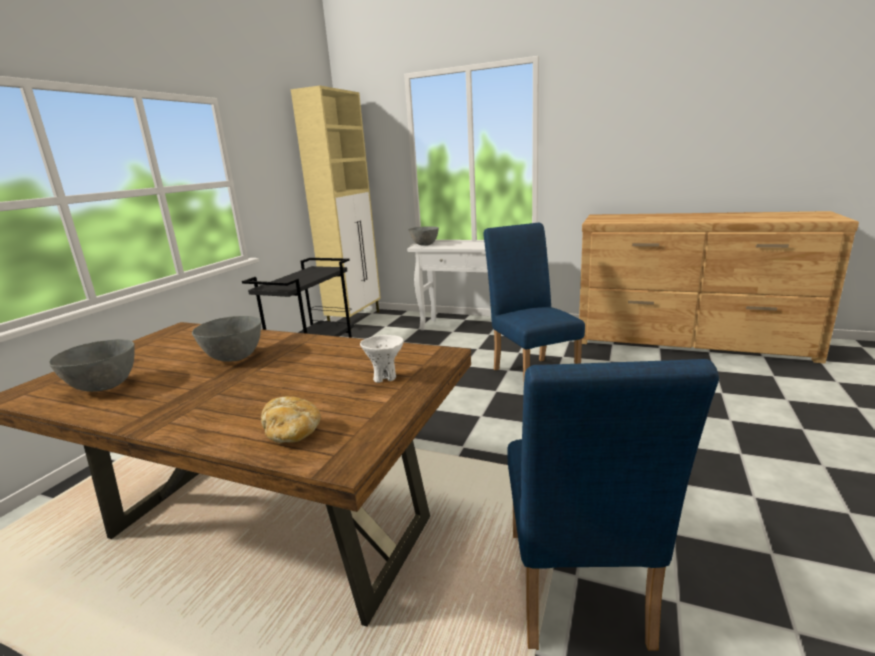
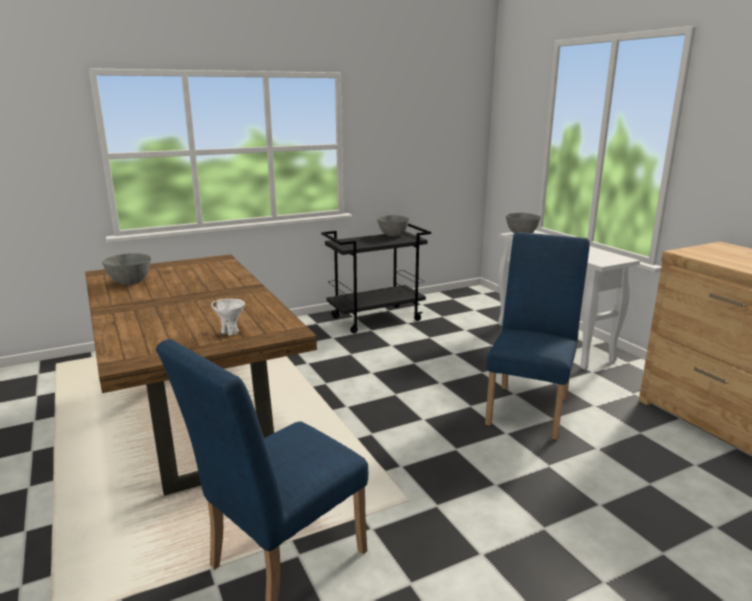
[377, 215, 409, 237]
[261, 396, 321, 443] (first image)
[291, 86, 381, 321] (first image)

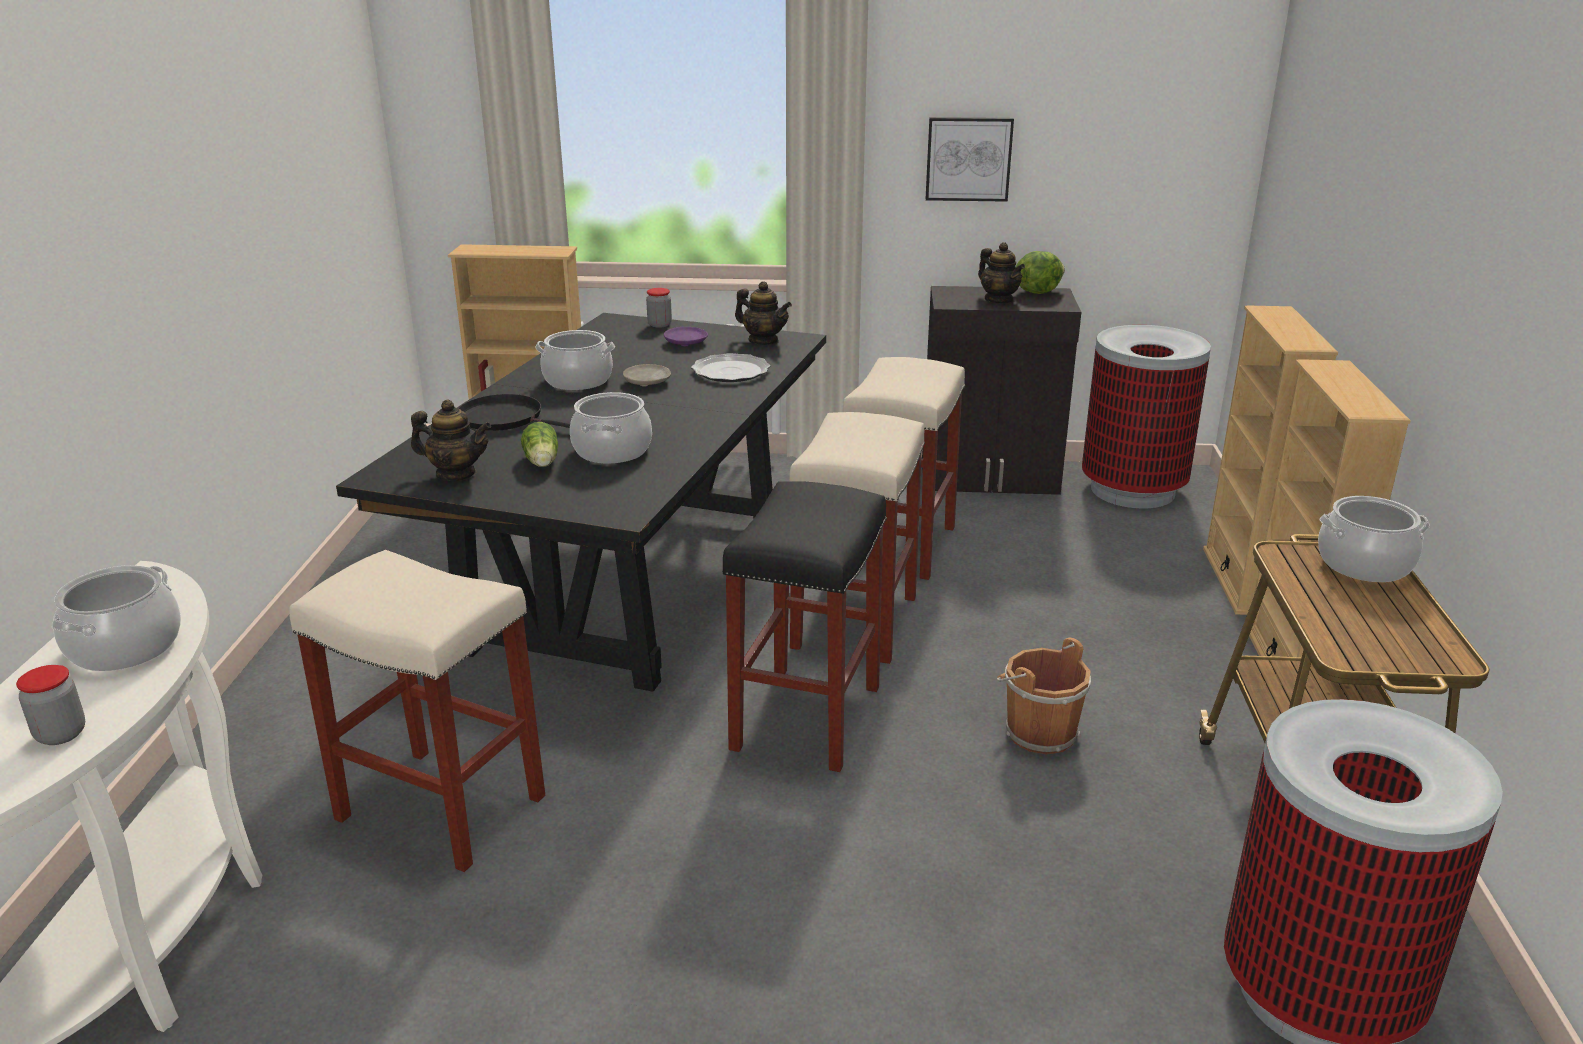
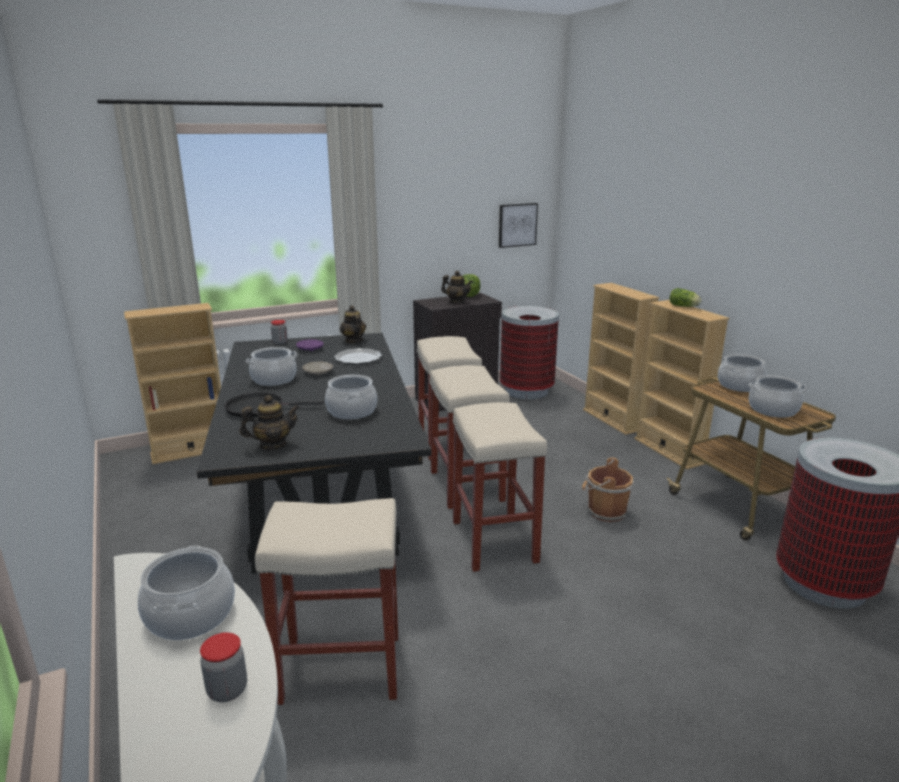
[340, 305, 366, 343]
[452, 402, 547, 572]
[499, 203, 538, 248]
[669, 288, 702, 307]
[749, 375, 807, 418]

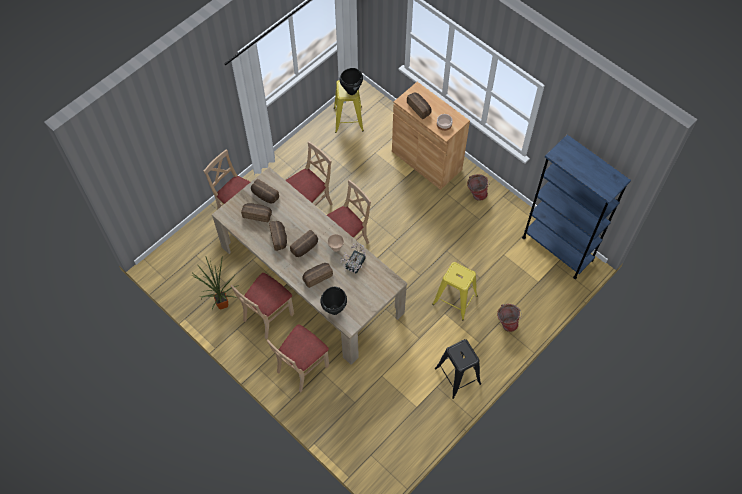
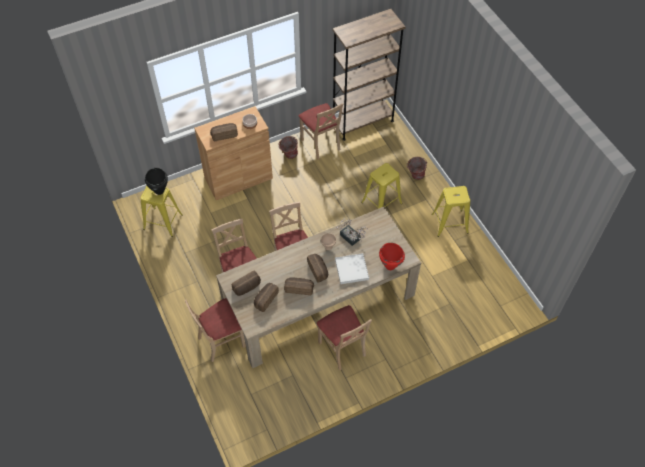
[299, 103, 343, 160]
[333, 9, 406, 141]
[335, 253, 369, 284]
[379, 243, 405, 270]
[432, 186, 470, 237]
[192, 256, 239, 310] (first image)

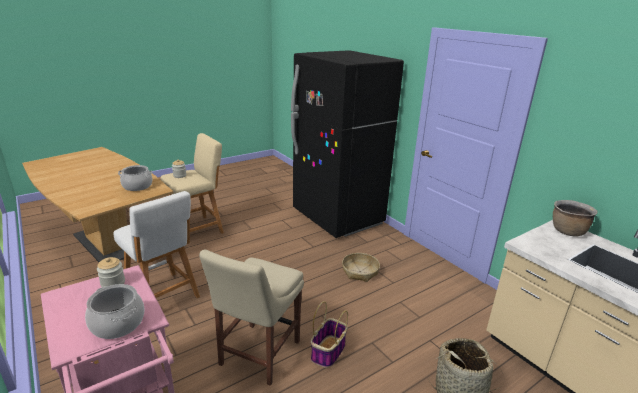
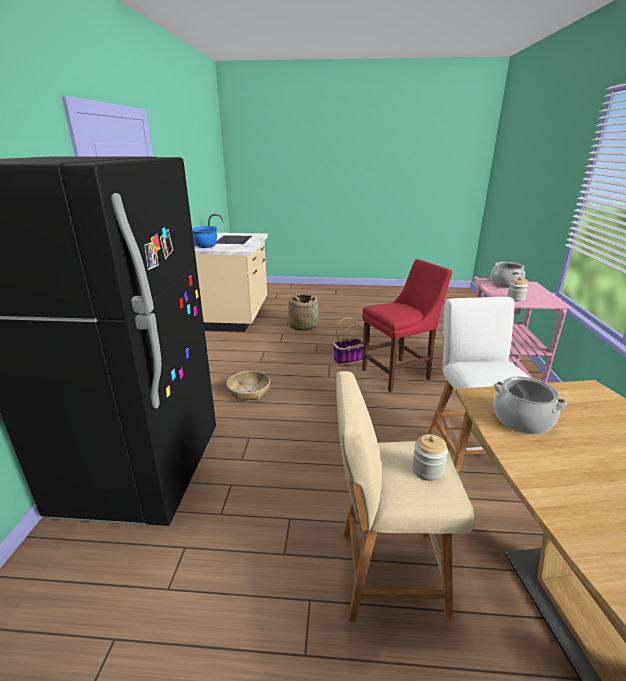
[192, 226, 217, 248]
[362, 259, 452, 392]

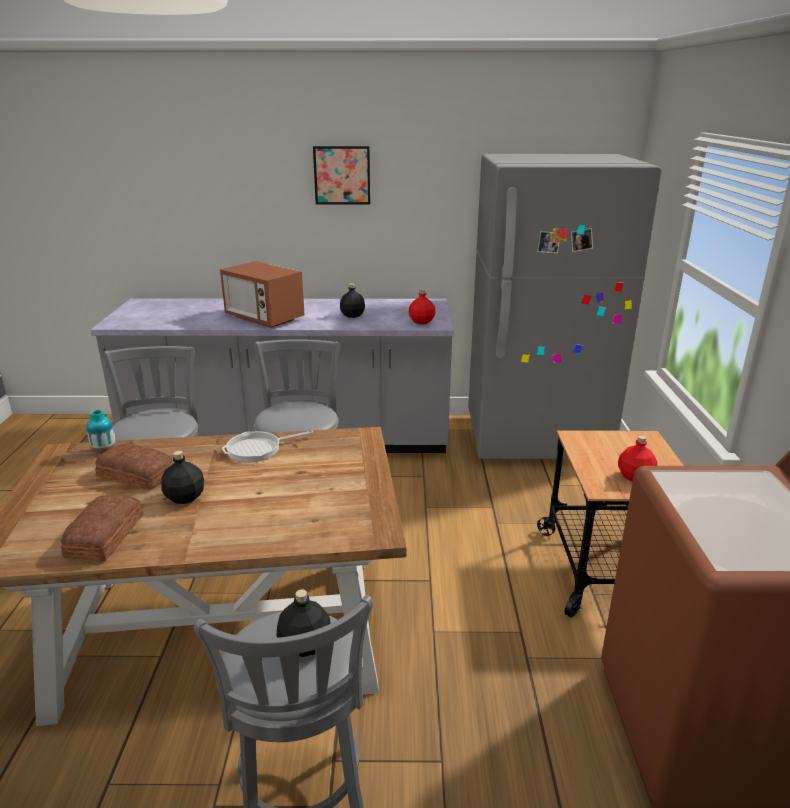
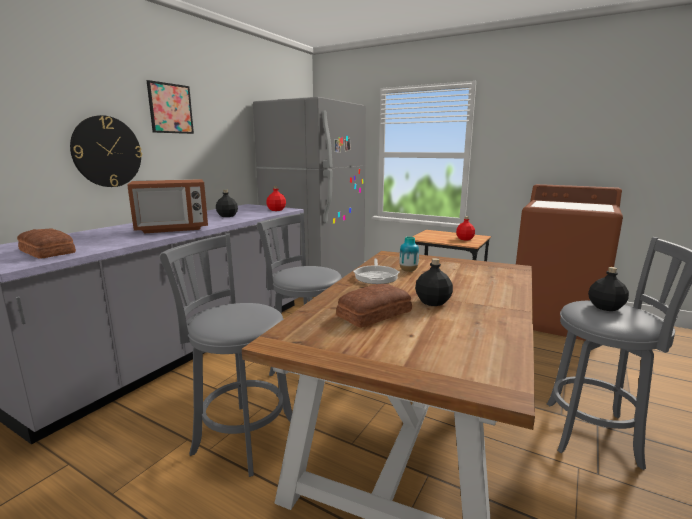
[17, 229, 76, 259]
[70, 115, 142, 187]
[399, 236, 419, 272]

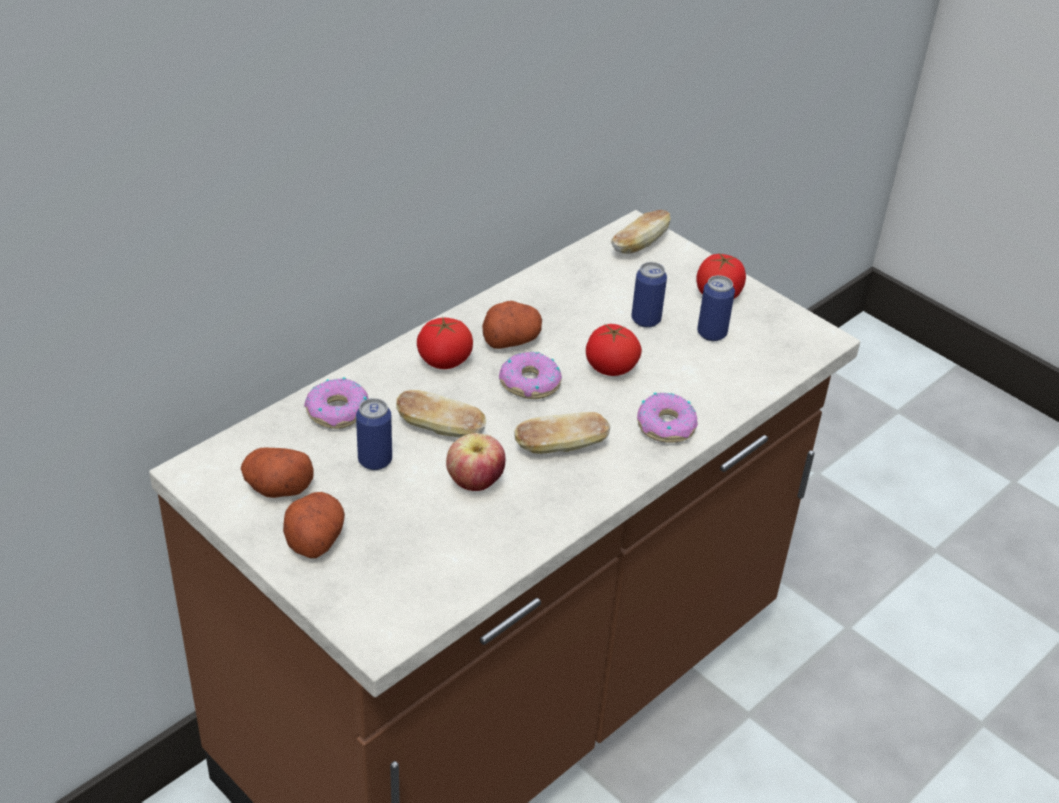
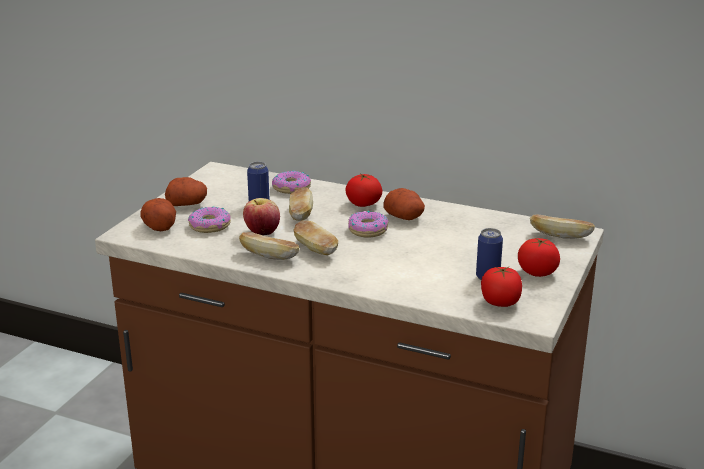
[140, 198, 176, 231]
[188, 207, 231, 233]
[239, 232, 300, 260]
[481, 266, 522, 307]
[631, 262, 667, 328] (first image)

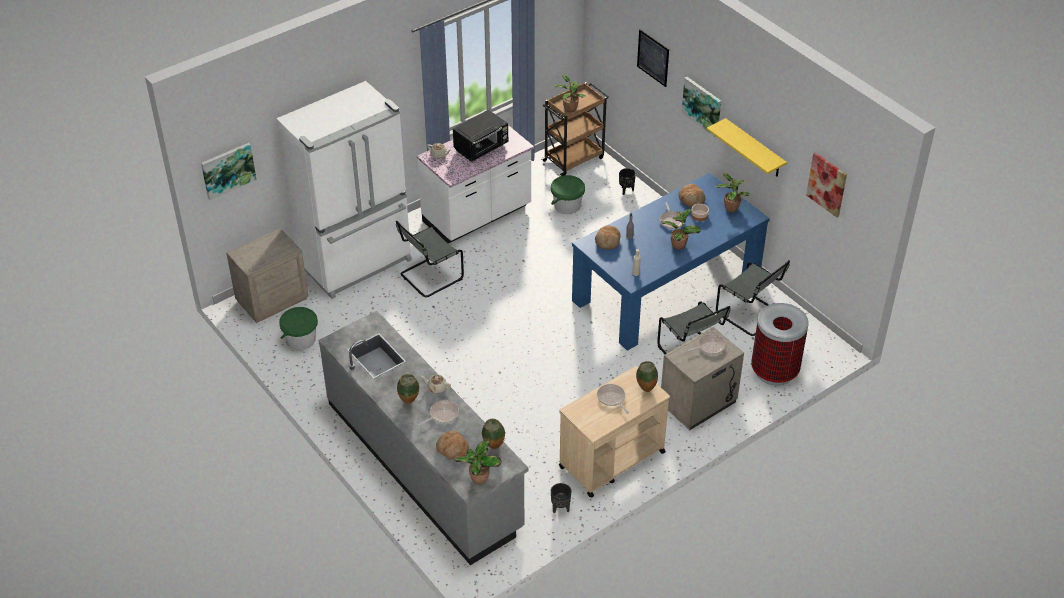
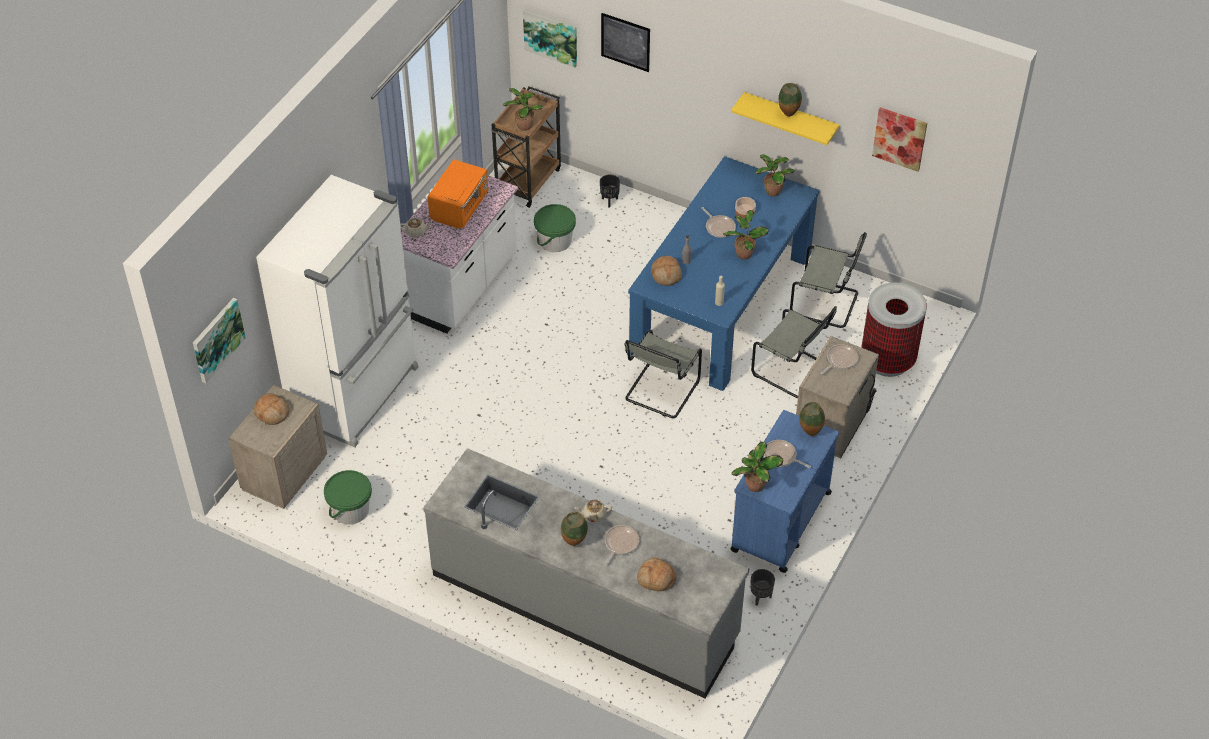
[254, 393, 290, 425]
[427, 159, 488, 229]
[523, 9, 577, 68]
[624, 330, 702, 418]
[731, 410, 839, 573]
[731, 442, 784, 492]
[778, 83, 802, 117]

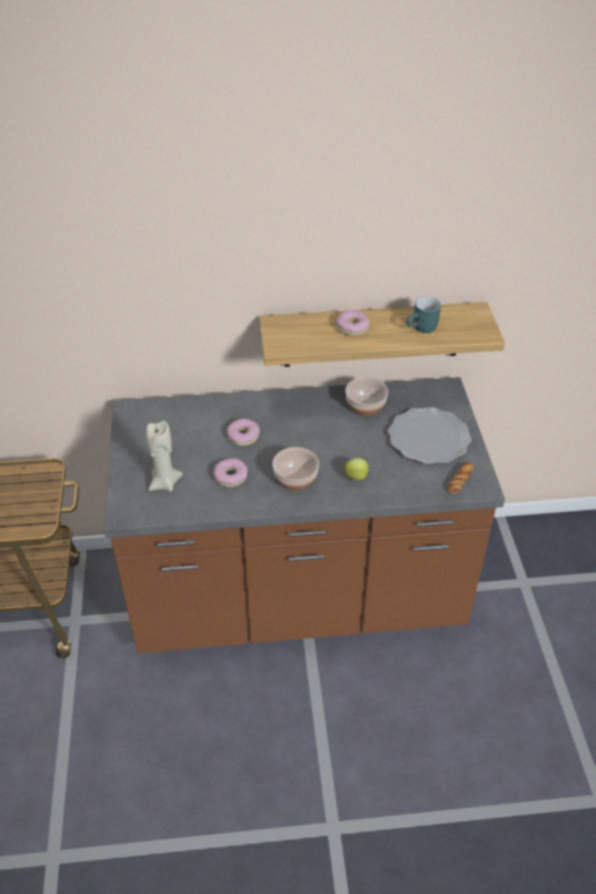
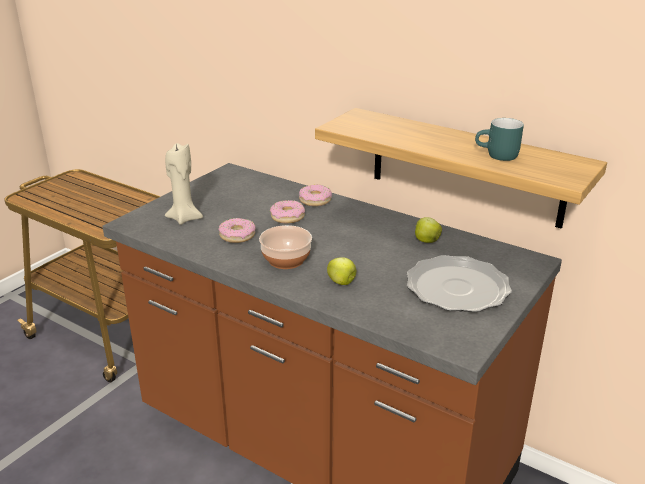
[299, 184, 332, 206]
[415, 217, 442, 243]
[447, 462, 474, 494] (first image)

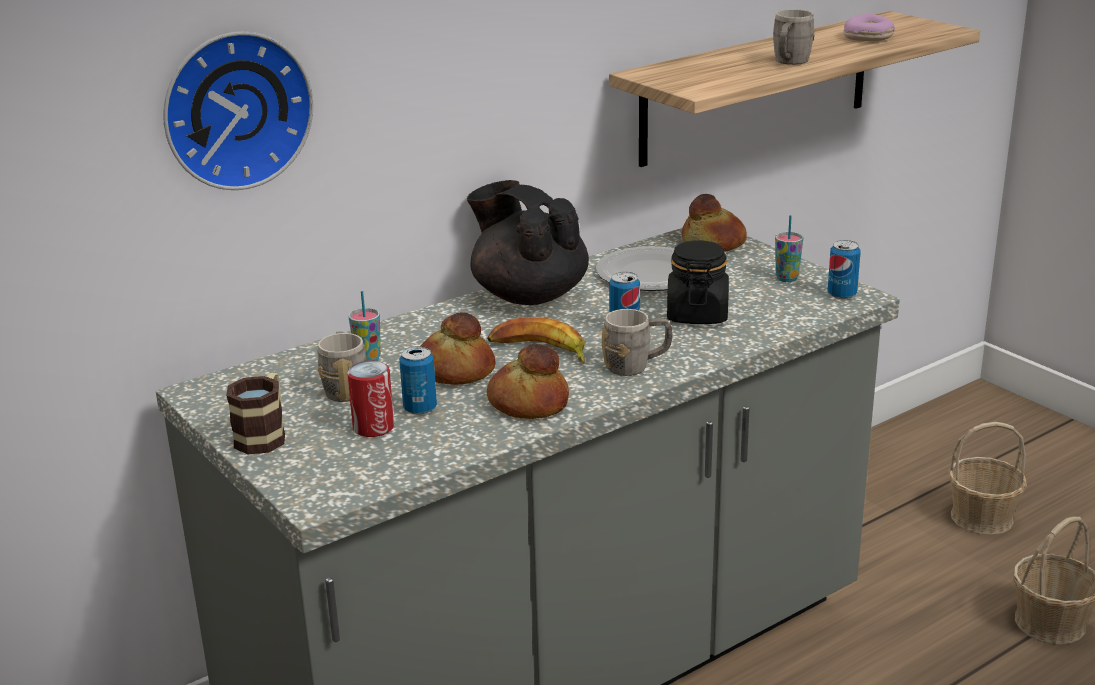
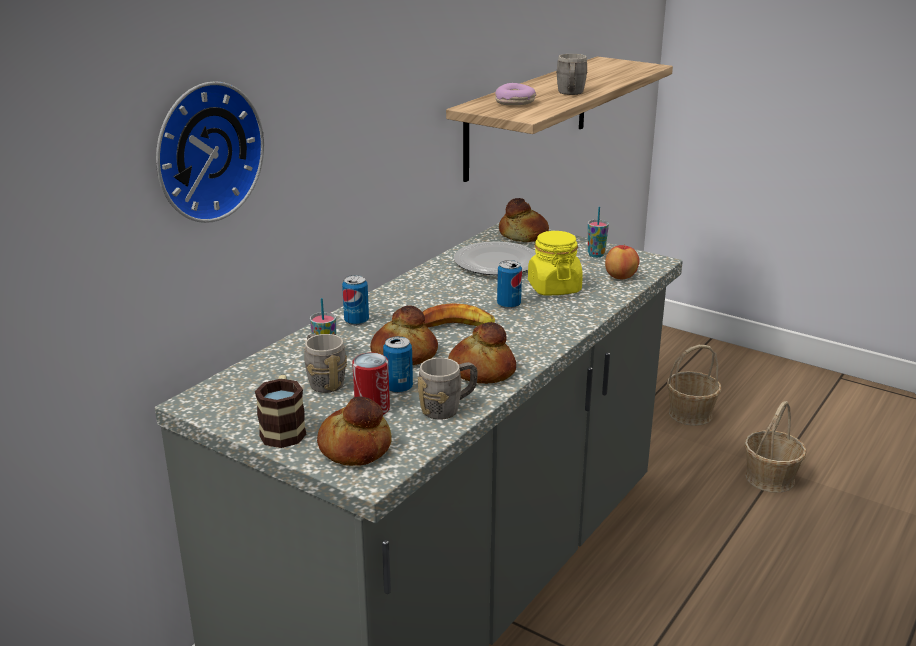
[317, 396, 392, 466]
[342, 275, 369, 325]
[418, 358, 478, 420]
[495, 83, 536, 105]
[528, 231, 583, 295]
[605, 244, 640, 279]
[467, 180, 589, 305] (first image)

